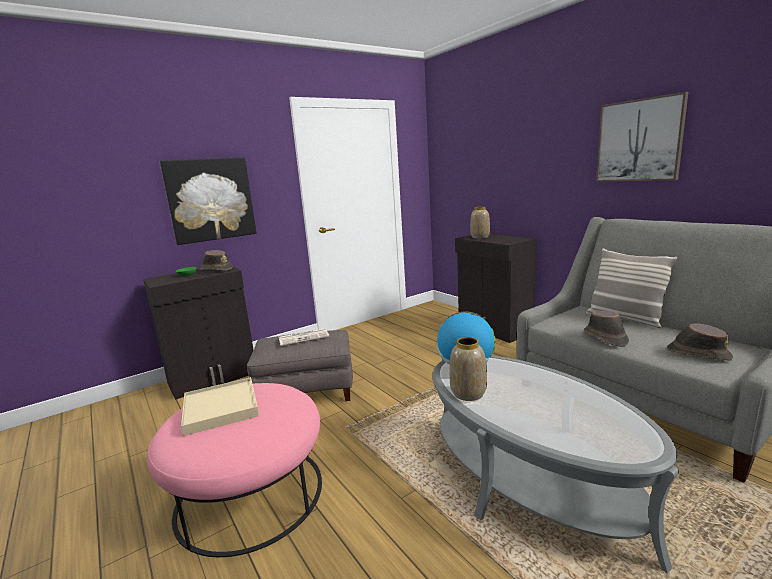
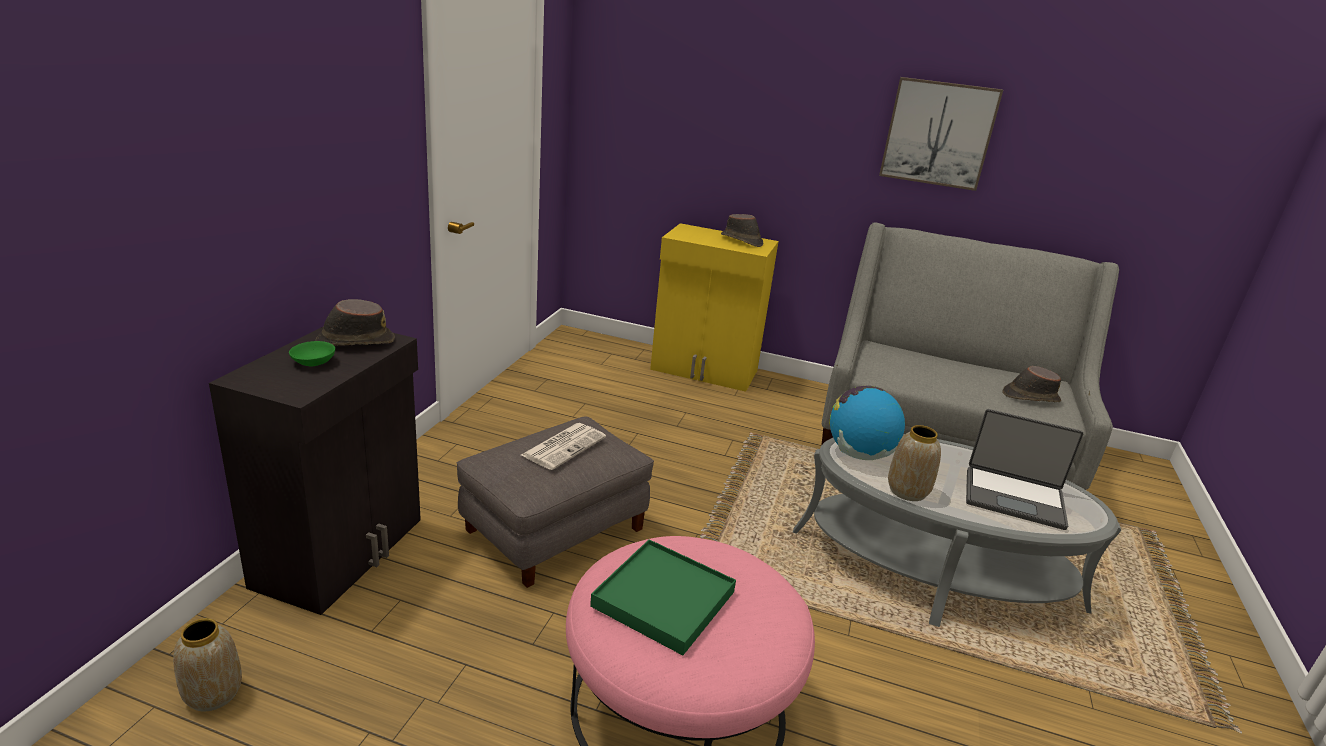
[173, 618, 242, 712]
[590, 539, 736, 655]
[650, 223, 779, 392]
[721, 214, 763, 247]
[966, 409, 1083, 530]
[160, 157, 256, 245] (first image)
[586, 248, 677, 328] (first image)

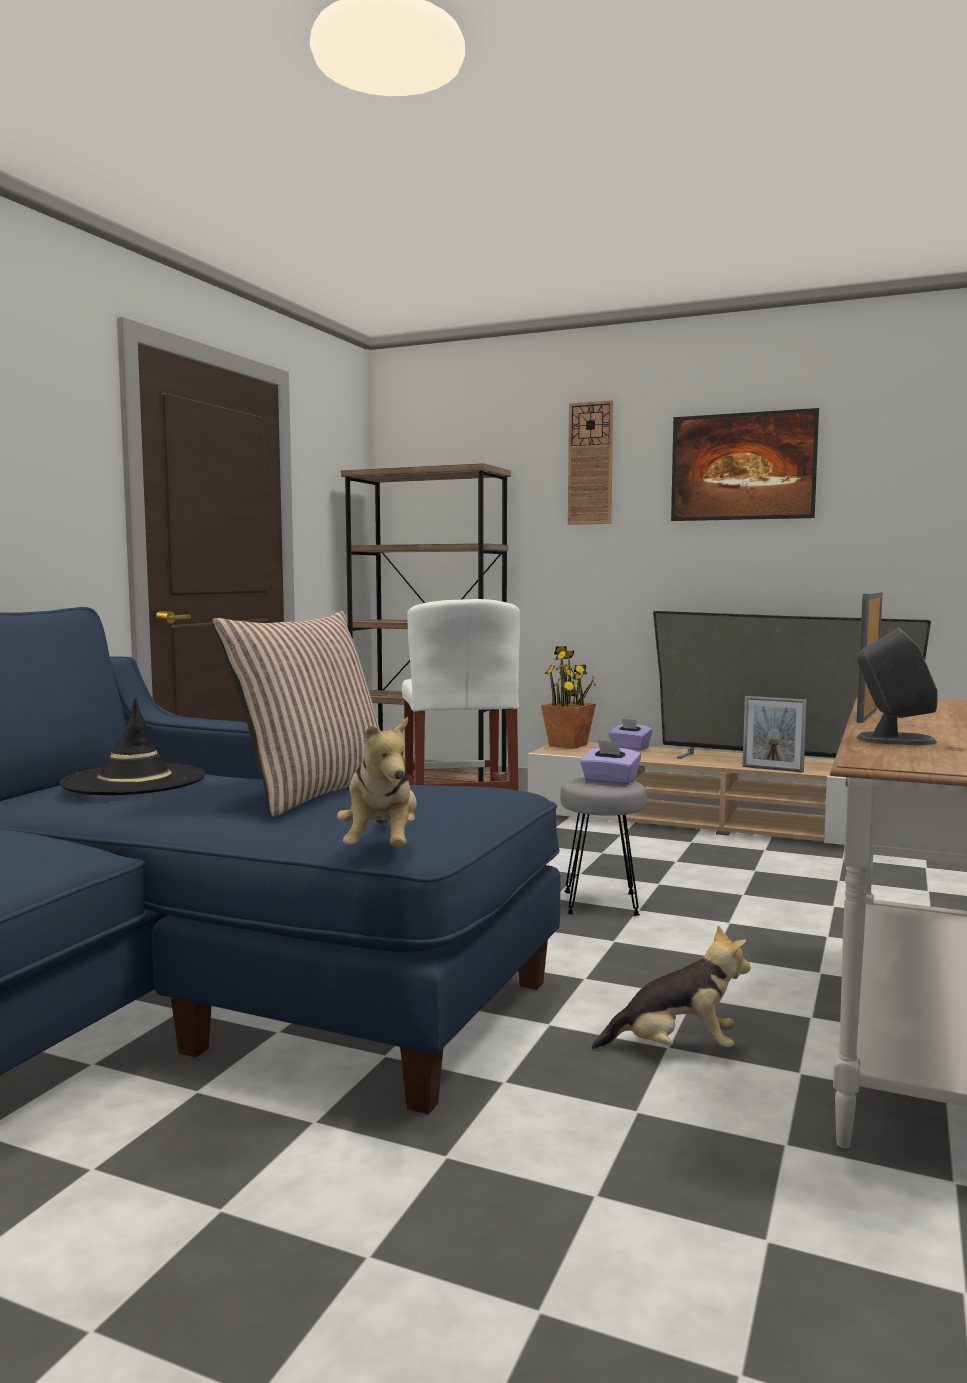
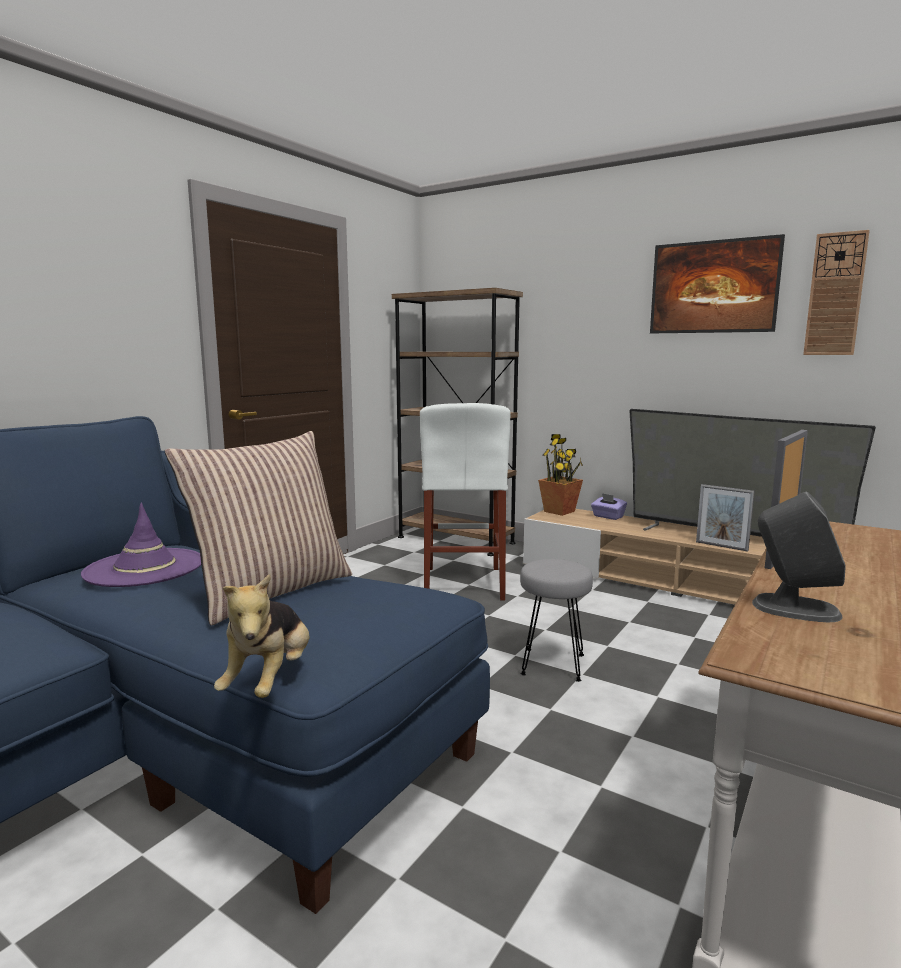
[81, 503, 201, 587]
[803, 230, 870, 355]
[580, 740, 641, 785] (first image)
[592, 925, 751, 1049] (first image)

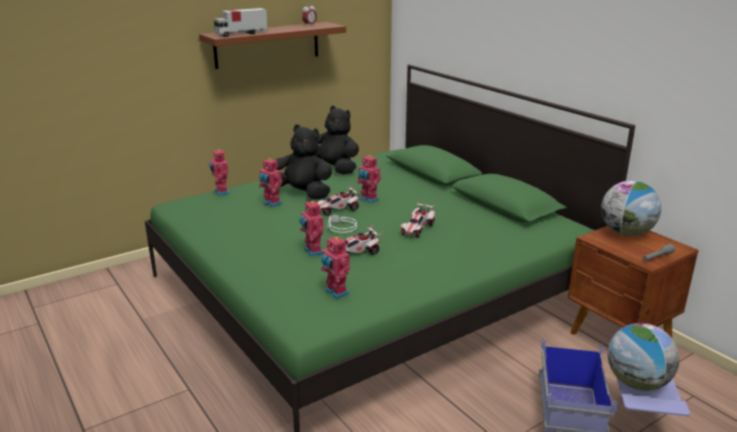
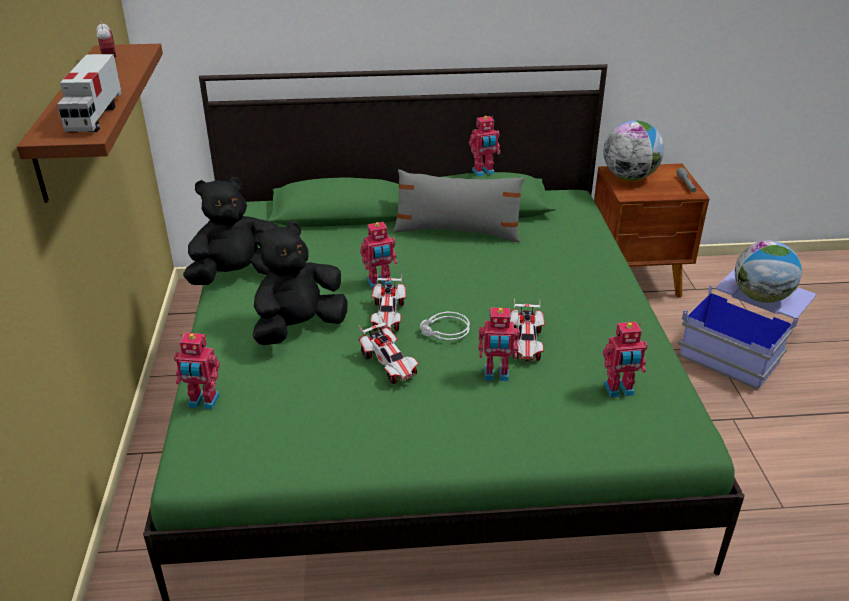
[359, 317, 419, 384]
[393, 169, 525, 242]
[469, 116, 501, 177]

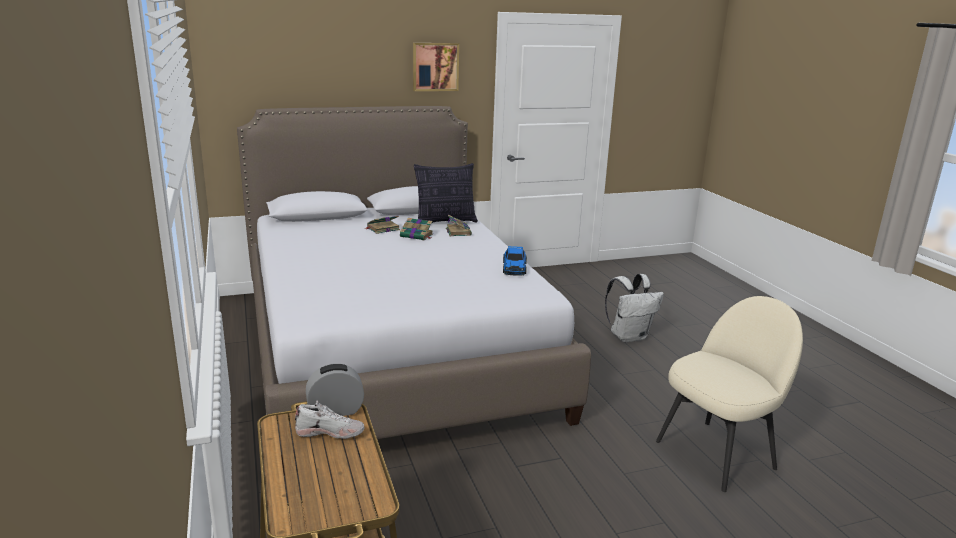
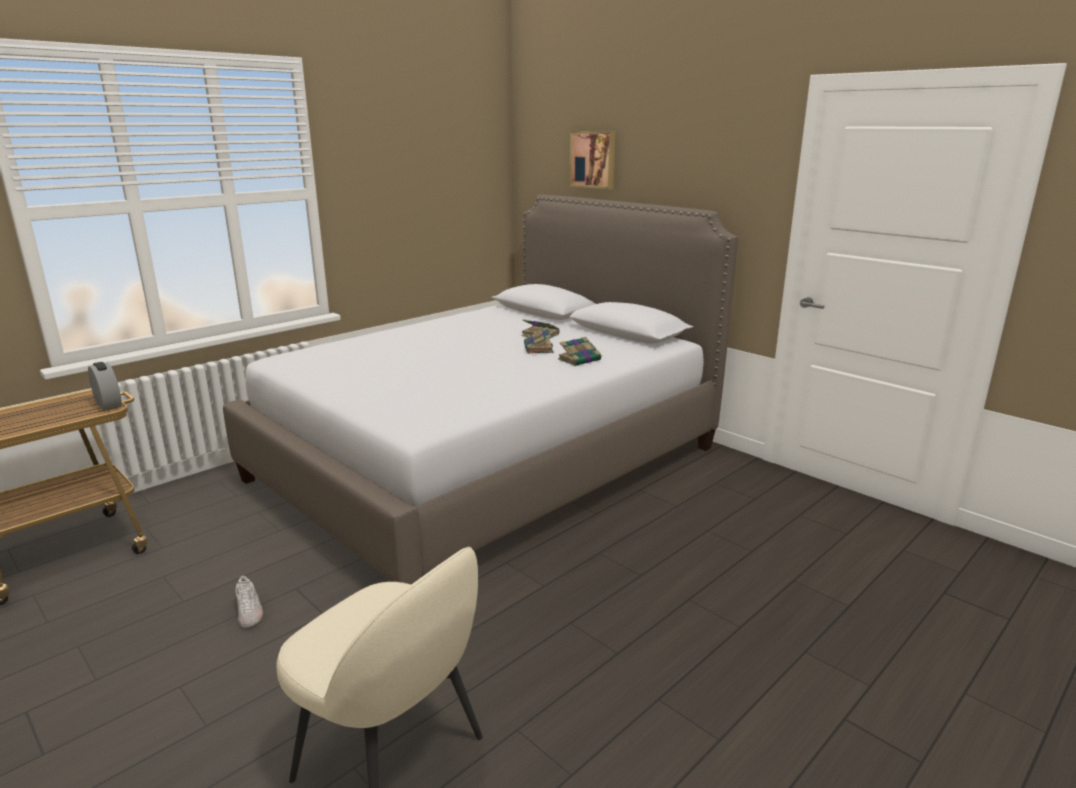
[235, 576, 263, 628]
[569, 131, 615, 189]
[414, 163, 478, 223] (first image)
[503, 246, 527, 276] (first image)
[605, 274, 664, 343] (first image)

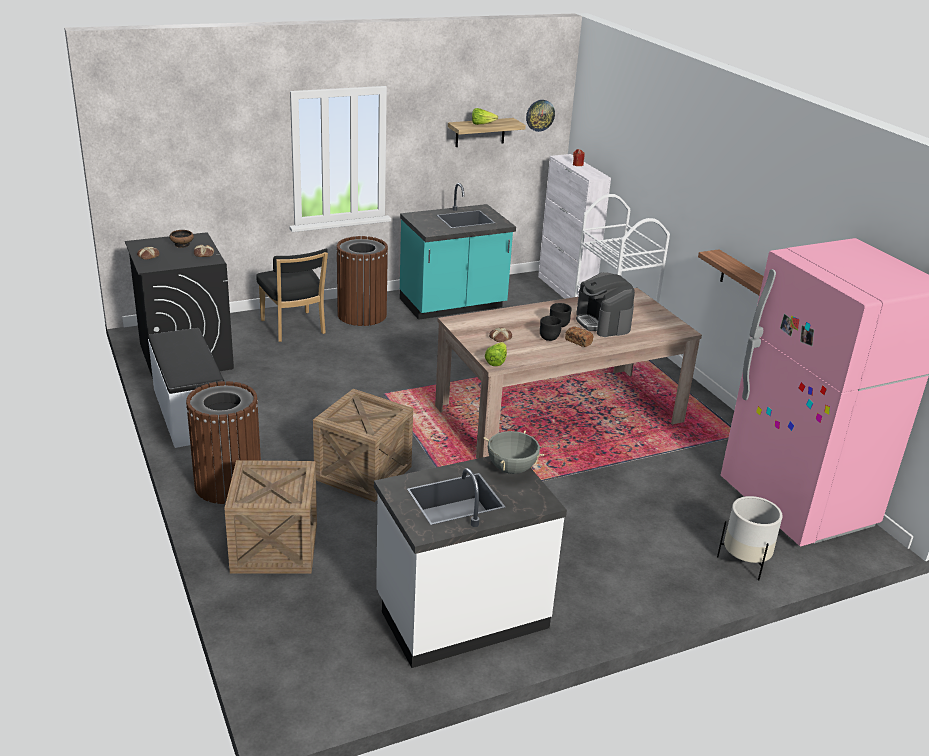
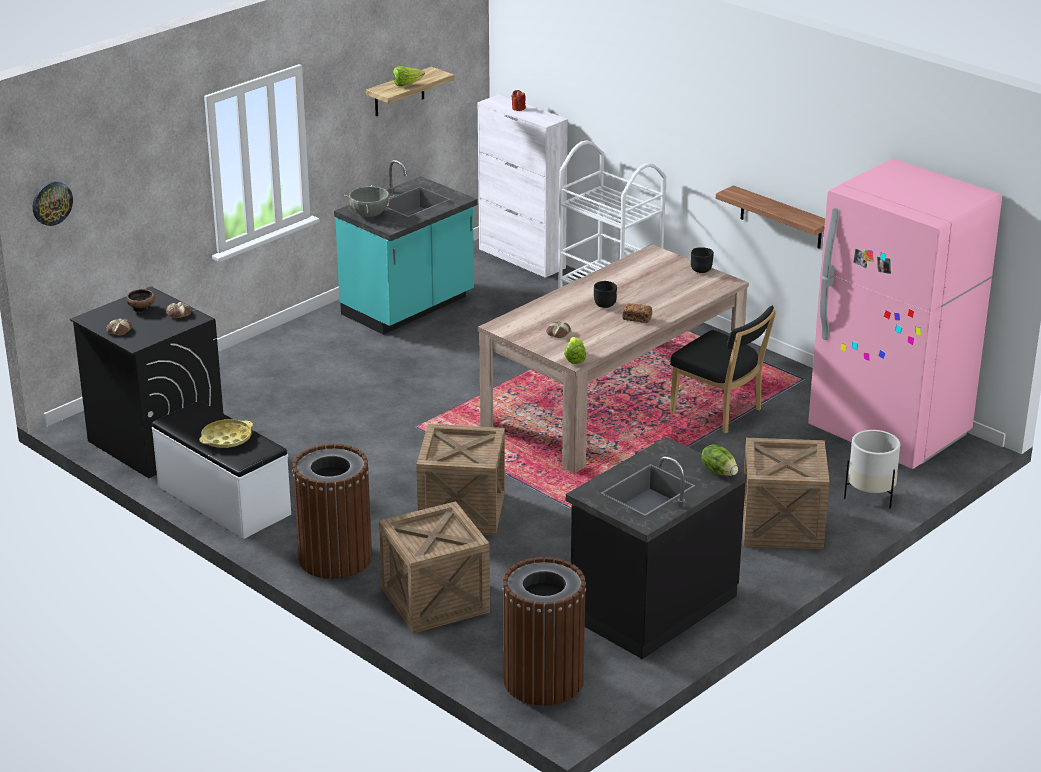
[33, 181, 73, 226]
[199, 419, 253, 448]
[344, 185, 394, 217]
[502, 557, 586, 706]
[566, 437, 747, 659]
[670, 306, 777, 433]
[691, 247, 714, 273]
[701, 444, 738, 476]
[743, 438, 830, 549]
[576, 272, 635, 337] (first image)

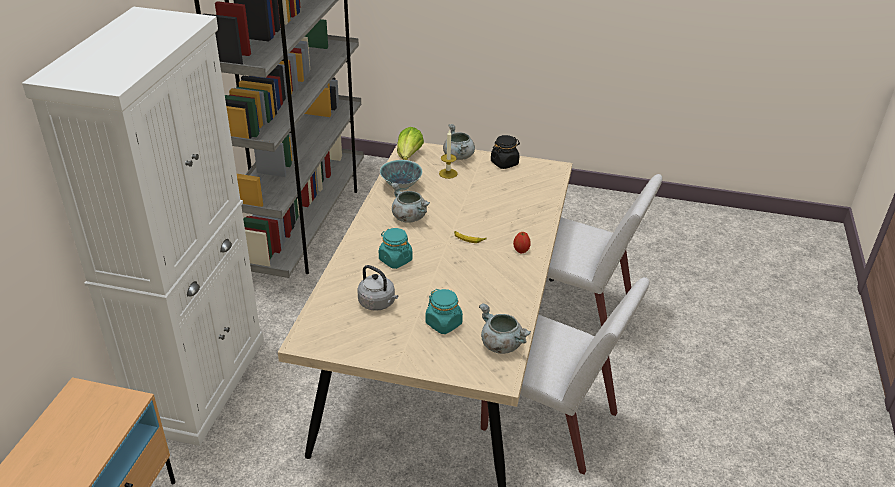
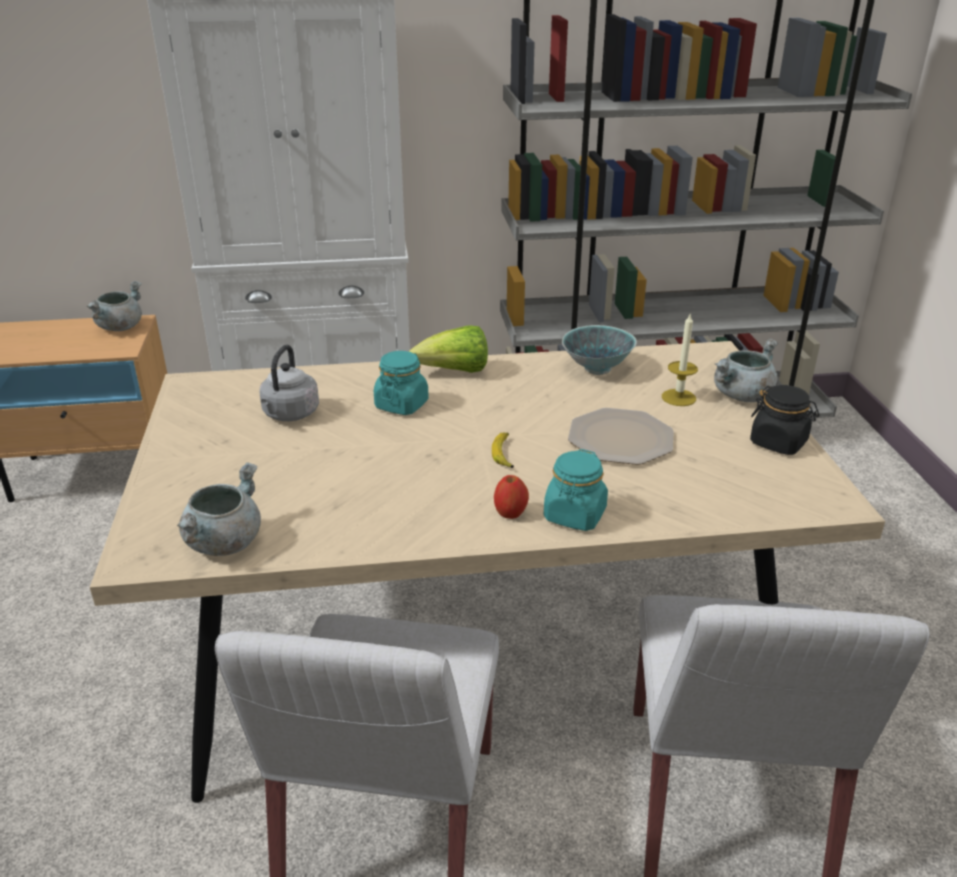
[87, 281, 142, 331]
[408, 326, 488, 373]
[544, 449, 608, 531]
[568, 408, 674, 465]

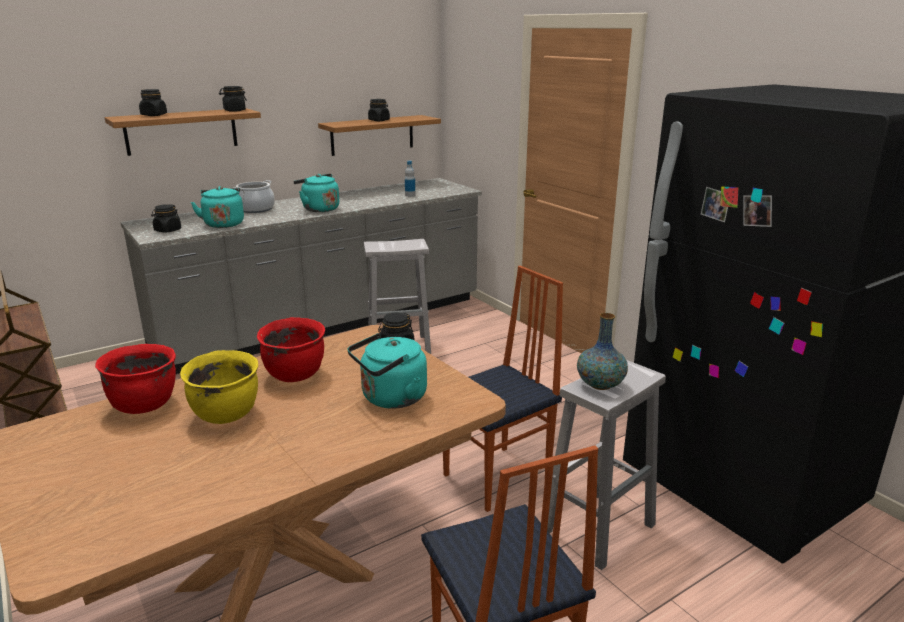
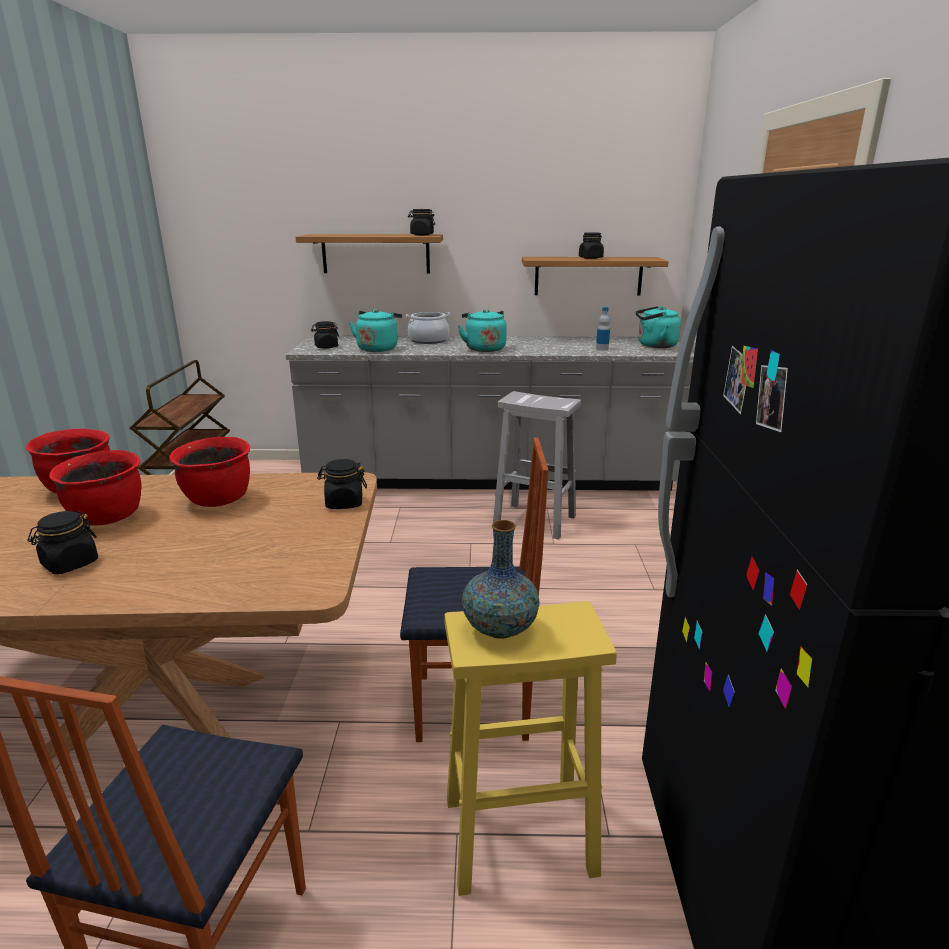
[27, 511, 98, 574]
[49, 450, 142, 526]
[445, 601, 617, 896]
[635, 306, 681, 348]

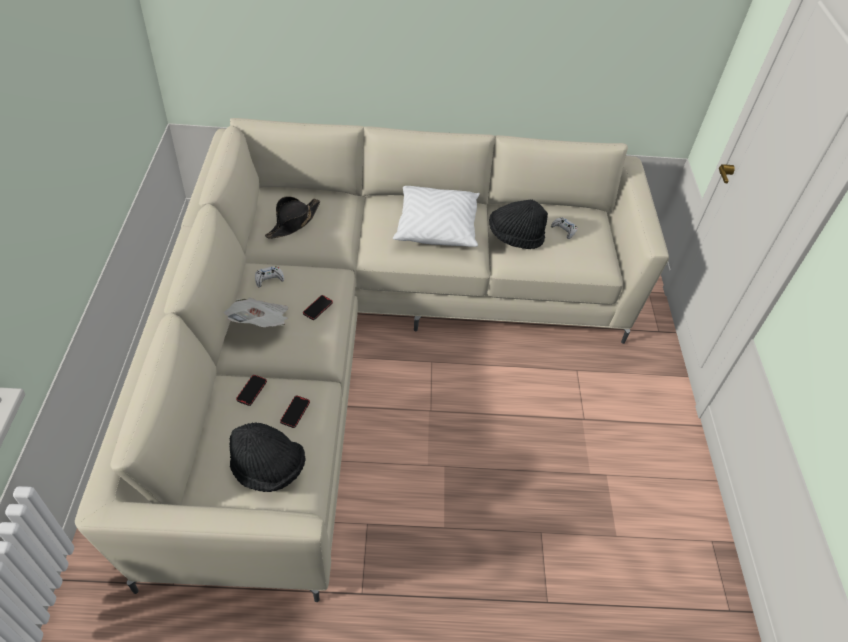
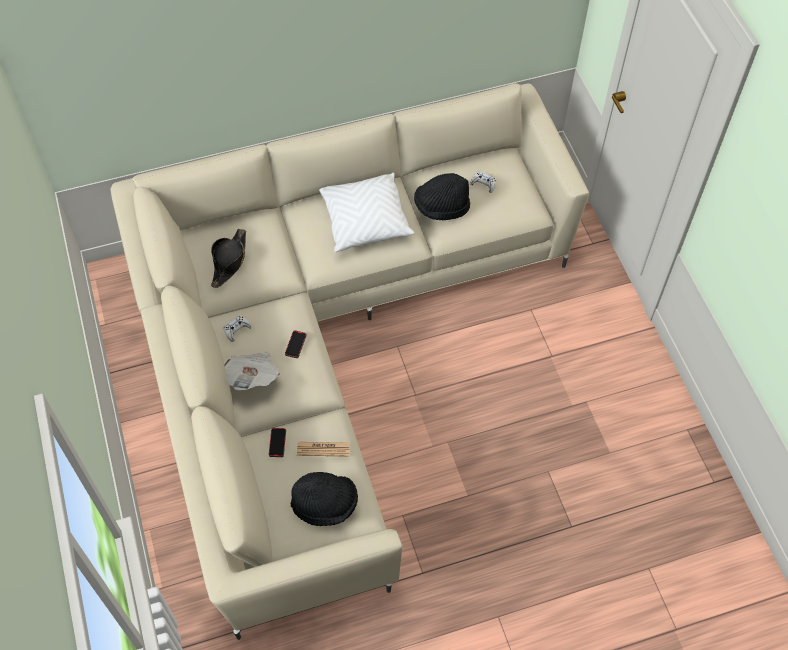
[297, 442, 350, 457]

